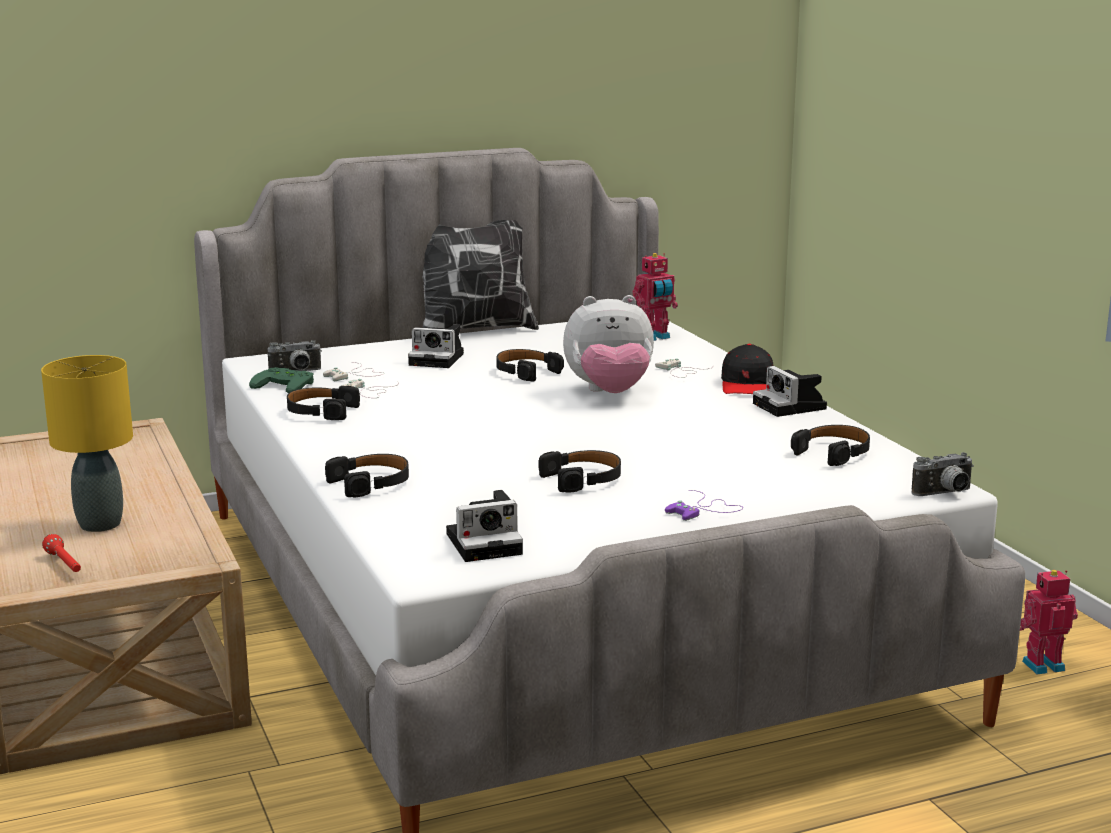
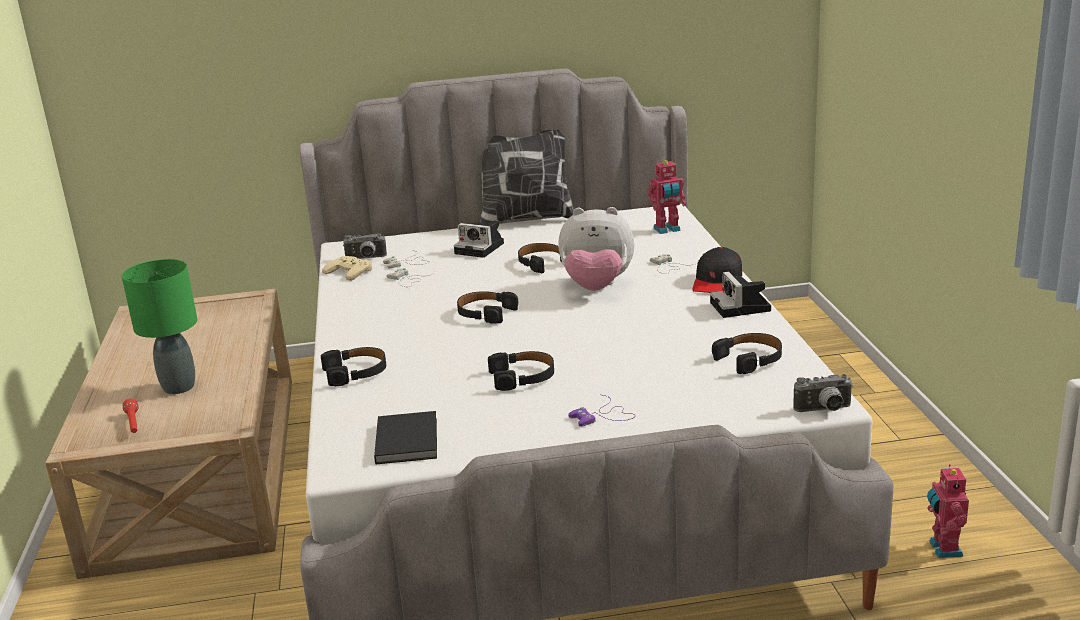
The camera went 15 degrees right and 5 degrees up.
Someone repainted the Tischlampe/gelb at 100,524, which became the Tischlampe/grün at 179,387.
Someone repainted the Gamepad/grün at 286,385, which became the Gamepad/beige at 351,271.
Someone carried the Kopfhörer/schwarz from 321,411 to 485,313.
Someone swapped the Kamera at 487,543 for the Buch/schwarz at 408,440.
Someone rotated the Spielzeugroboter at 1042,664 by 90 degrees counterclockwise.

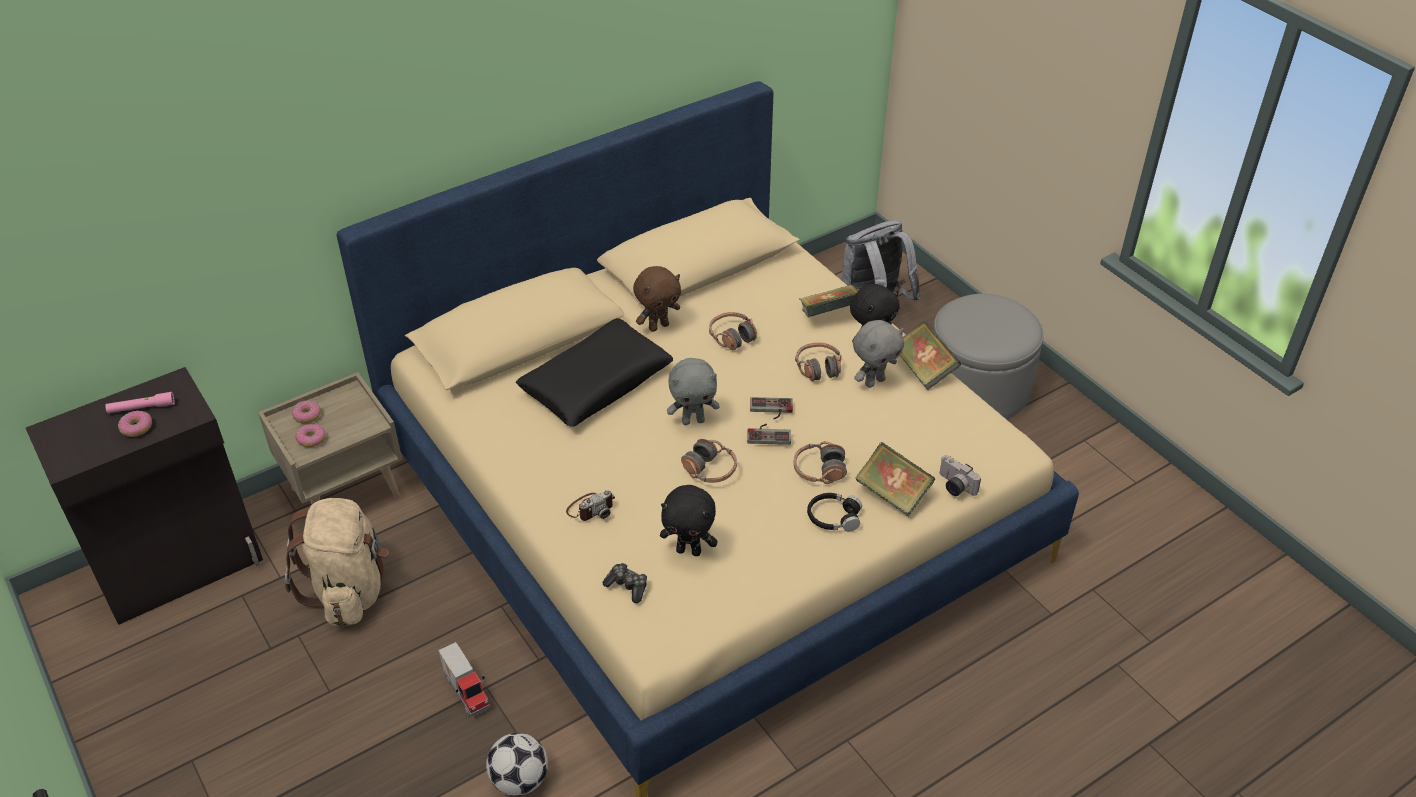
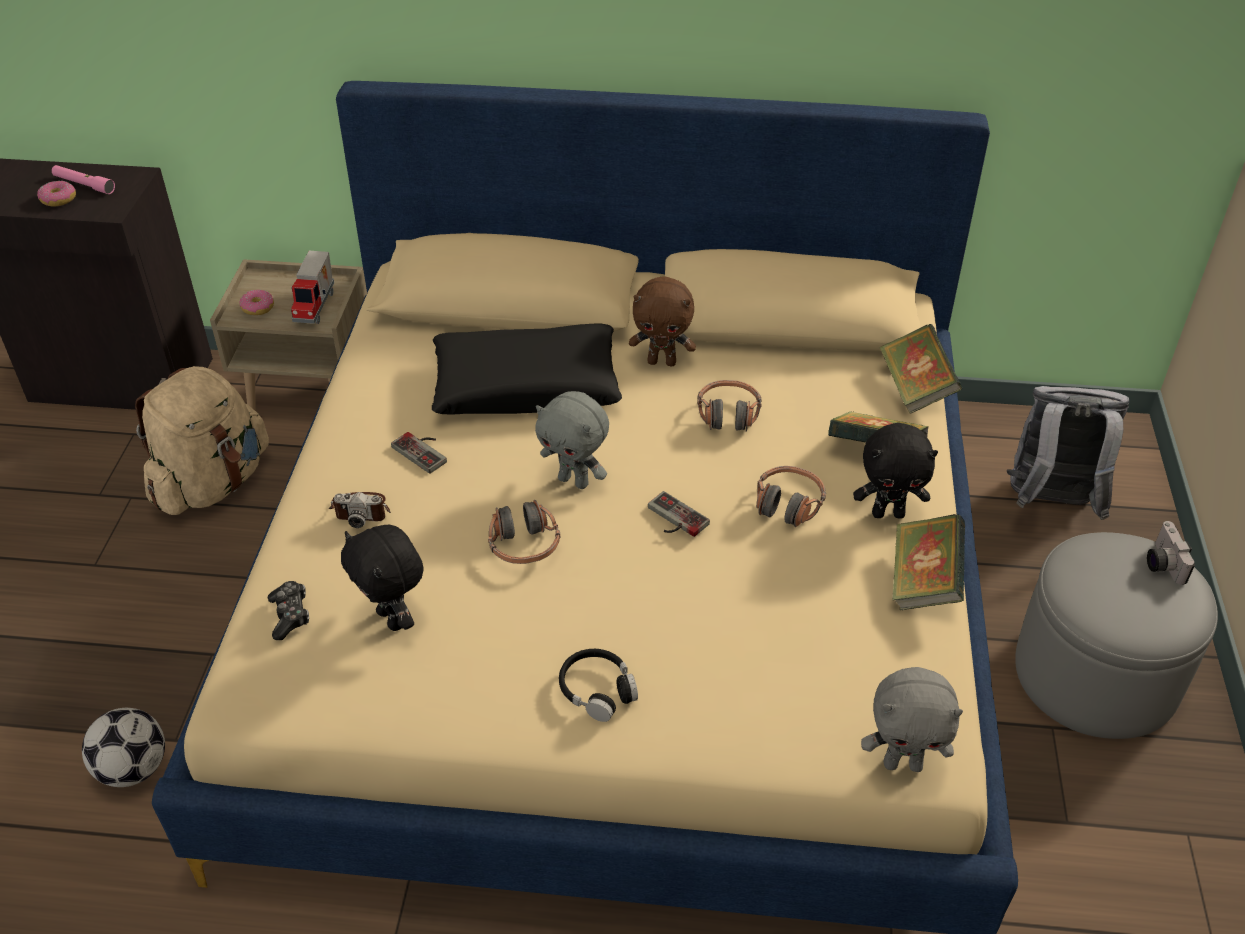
The camera went 40 degrees right and 0 degrees up.
Someone carried the Plüschtier/grau from 874,381 to 903,763.
Someone took away the Donut at 307,415.
Someone carried the Gamepad from 769,434 to 424,451.
Someone took away the Kopfhörer at 819,470.
Someone carried the Buch from 892,494 to 915,389.
Someone carried the Kamera from 954,486 to 1161,563.
Someone carried the Spielzeuglaster from 468,691 to 317,307.

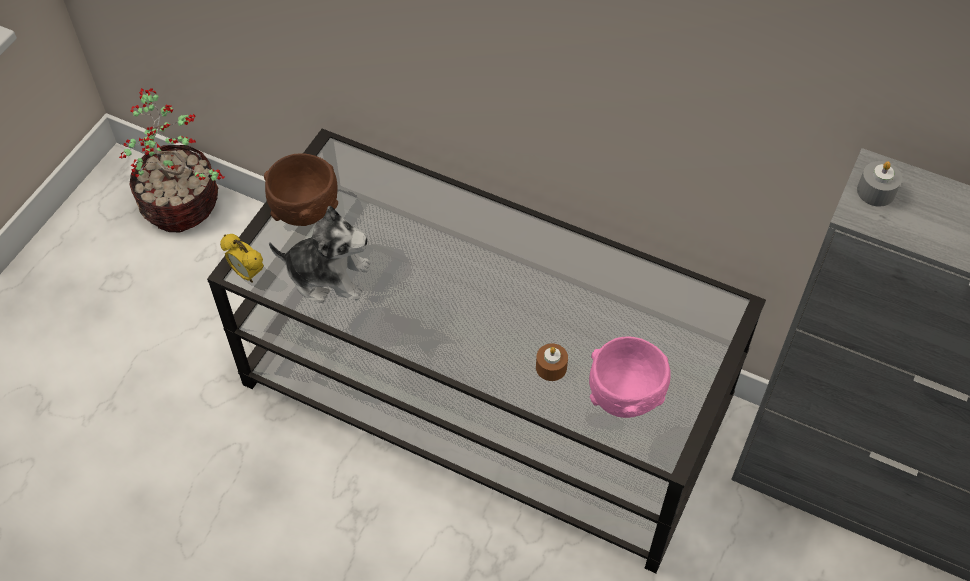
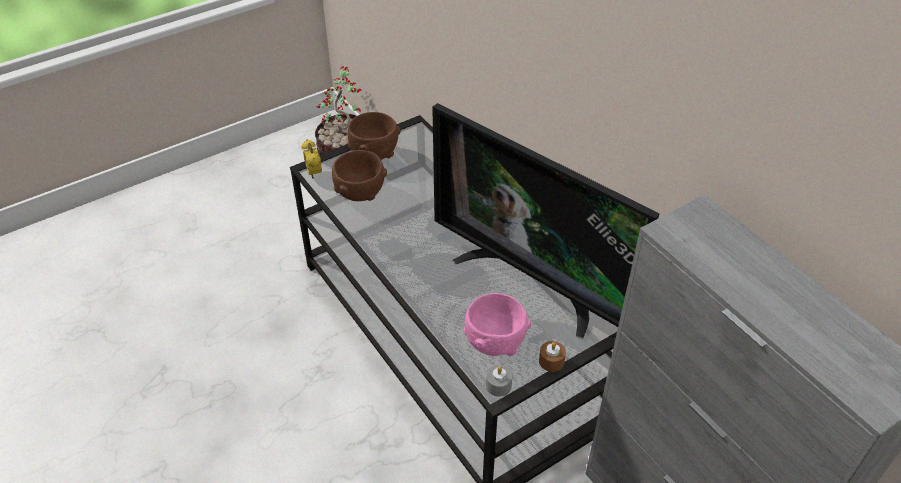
The camera went 30 degrees right and 10 degrees down.
Someone carried the Kerze/grau from 875,191 to 498,385.
Someone swapped the Plüschtier at 328,275 for the Schüssel/braun at 360,193.
Someone carried the Kerze/braun from 551,367 to 551,361.
Someone put down the Fernseher at 532,281.

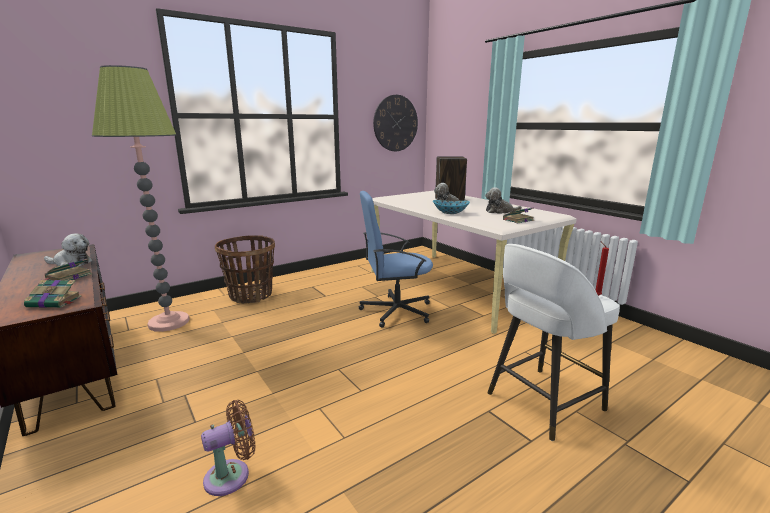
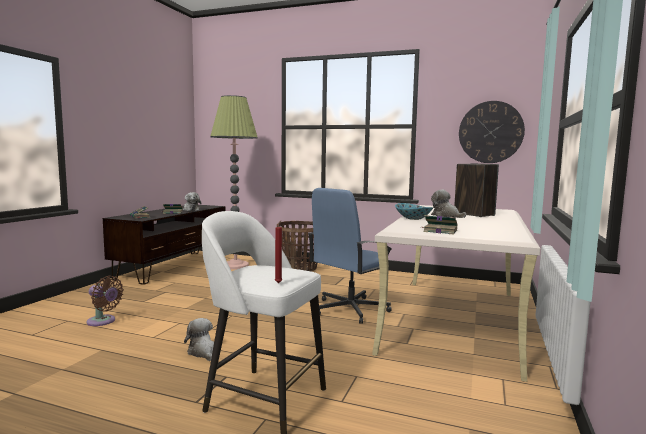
The camera went 55 degrees right and 10 degrees down.
Someone carried the Plüschtier from 500,211 to 203,352.
Someone rotated the Bürostuhl/blau at 395,311 by 90 degrees counterclockwise.

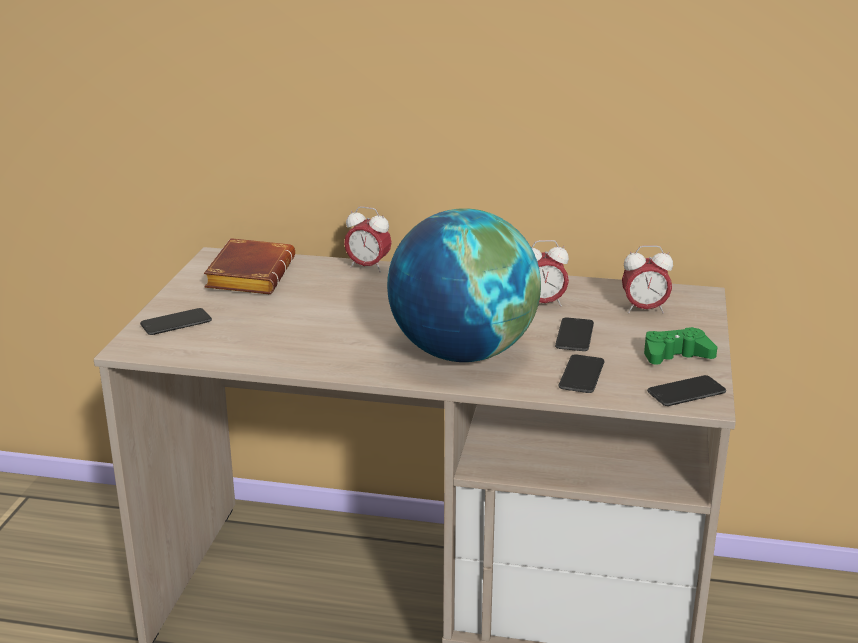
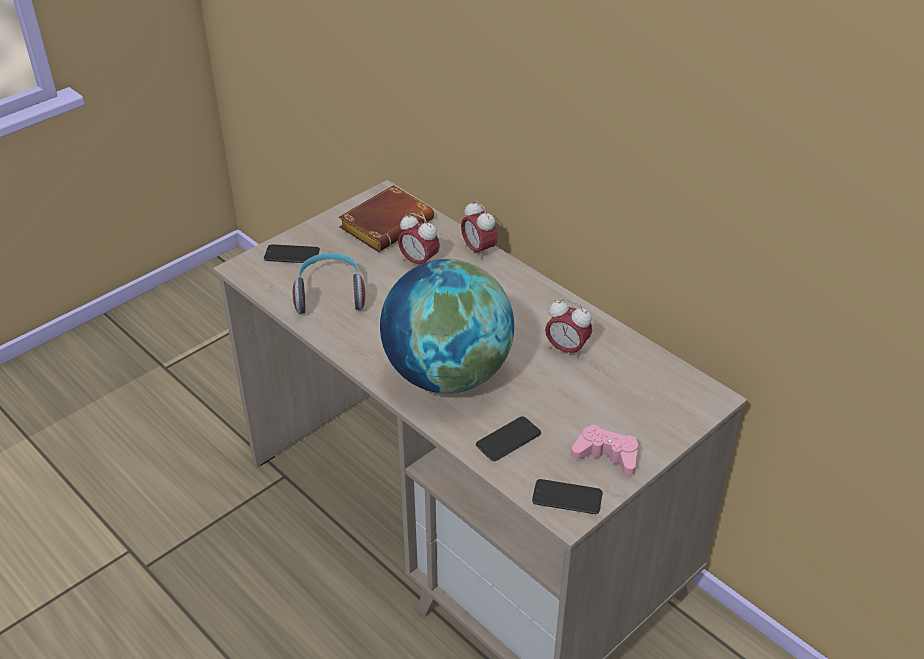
The camera went 35 degrees right and 15 degrees up.
Someone carried the Wecker from 644,310 to 419,262.
Someone took away the Handy at 574,335.
Someone repainted the Gamepad/grün at 675,355, which became the Gamepad/rosa at 606,455.
Someone put down the Kopfhörer at 330,294.

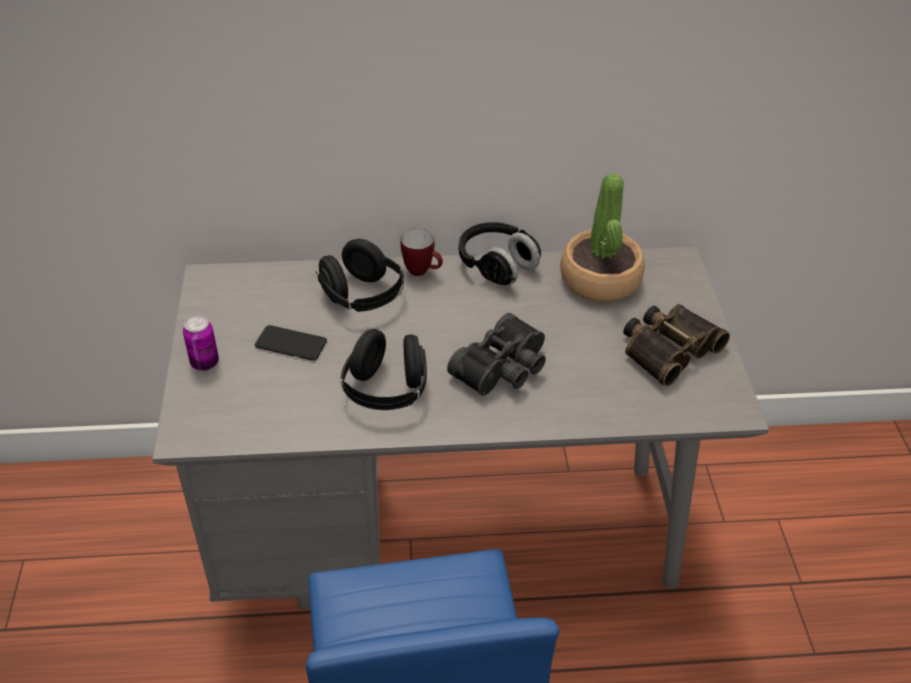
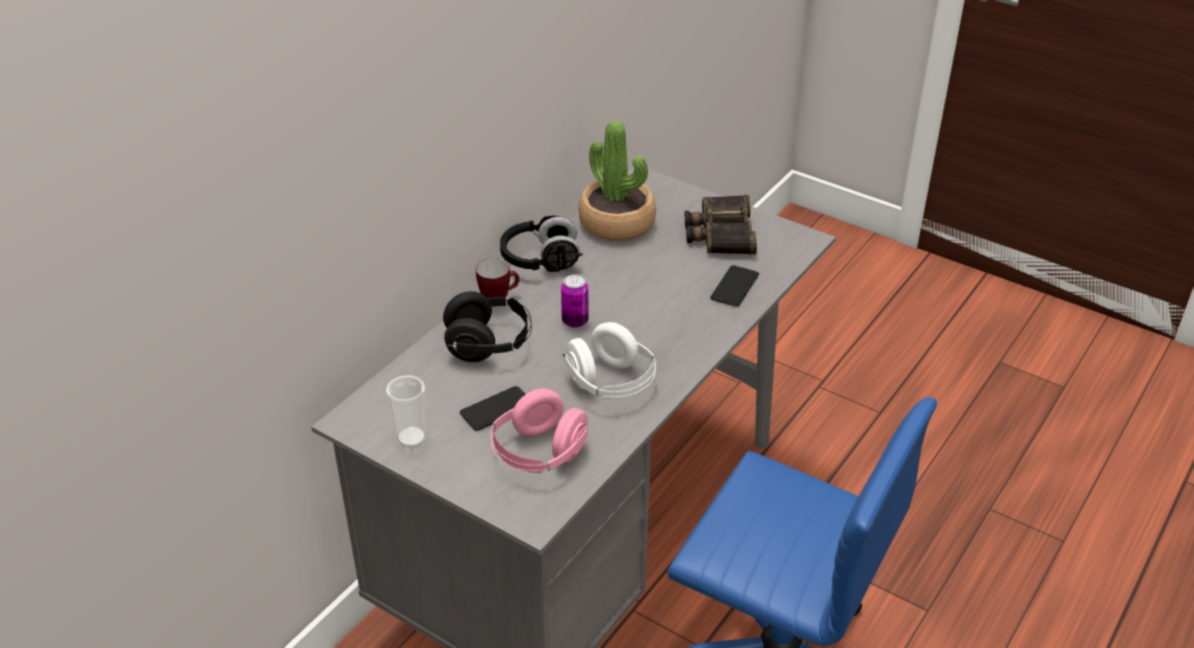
The camera went 50 degrees left and 5 degrees down.
Someone took away the Fernglas/schwarz at 504,369.
Someone carried the Dose from 204,363 to 575,321.
Someone repainted the Kopfhörer/schwarz at 386,391, which became the Kopfhörer/weiß at 610,384.
Someone put down the Handy at 734,287.
Someone put down the Tasse at 411,437.
Someone put down the Kopfhörer/rosa at 539,454.

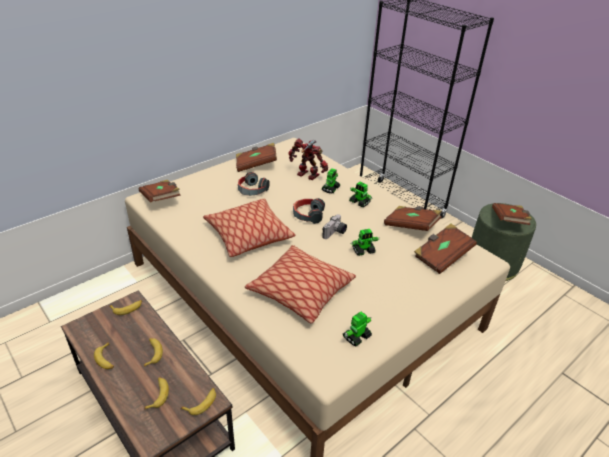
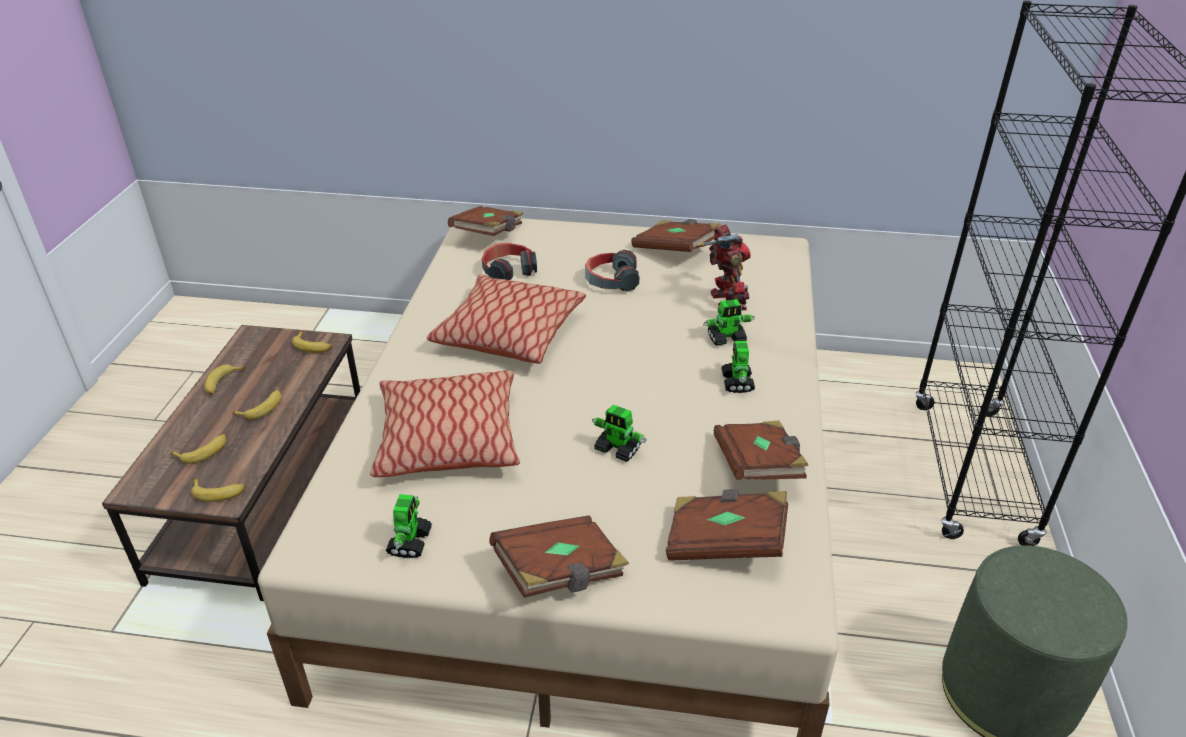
The camera went 50 degrees right and 0 degrees up.
Someone carried the Kopfhörer from 308,215 to 508,271.
Someone carried the Buch/braun from 509,221 to 560,573.
Someone took away the Kamera at 335,233.
Someone rotated the Spielzeugroboter at 356,337 by 90 degrees clockwise.

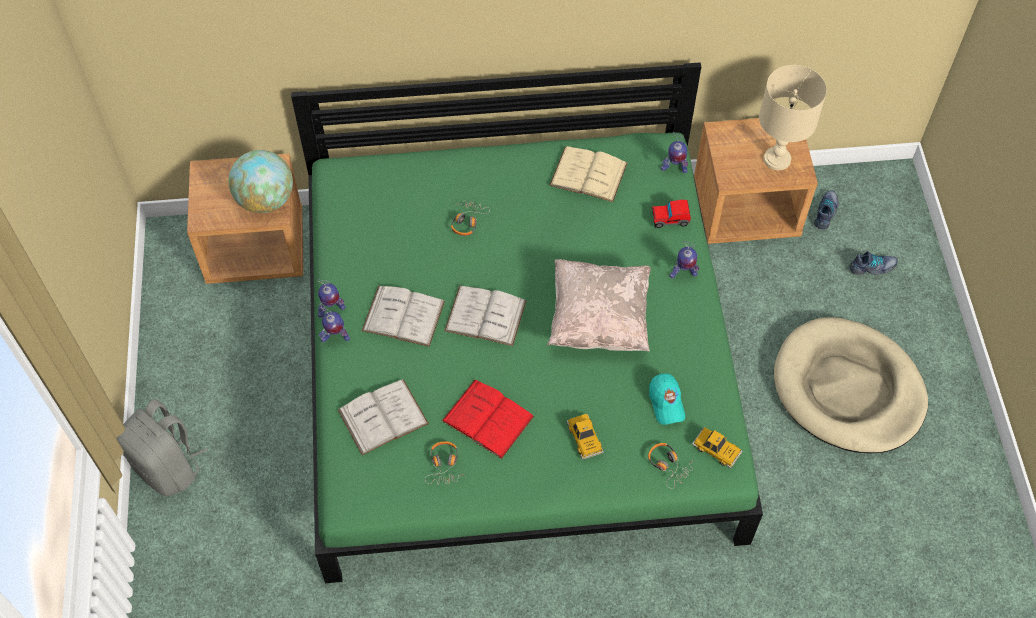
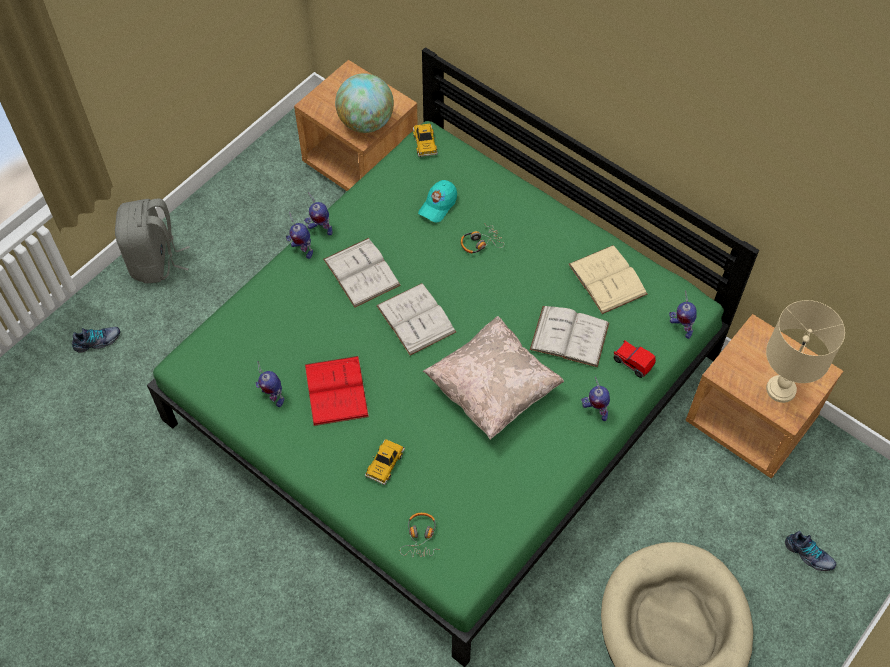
The camera went 45 degrees right and 0 degrees up.
Someone carried the Schuh from 826,212 to 97,341.
Someone carried the Kappe/türkis from 666,403 to 438,205.
Someone carried the Buch/weiß from 383,417 to 569,336.
Someone carried the Spielzeugauto from 716,449 to 425,143.
Someone swapped the Kopfhörer at 444,465 for the Spielzeugroboter at 272,396.

